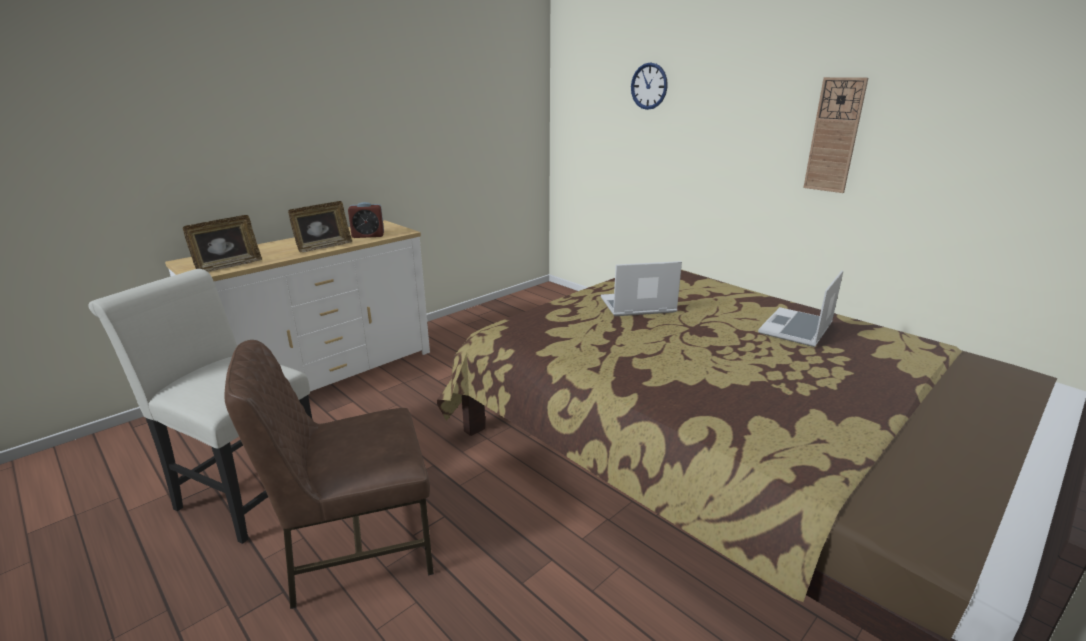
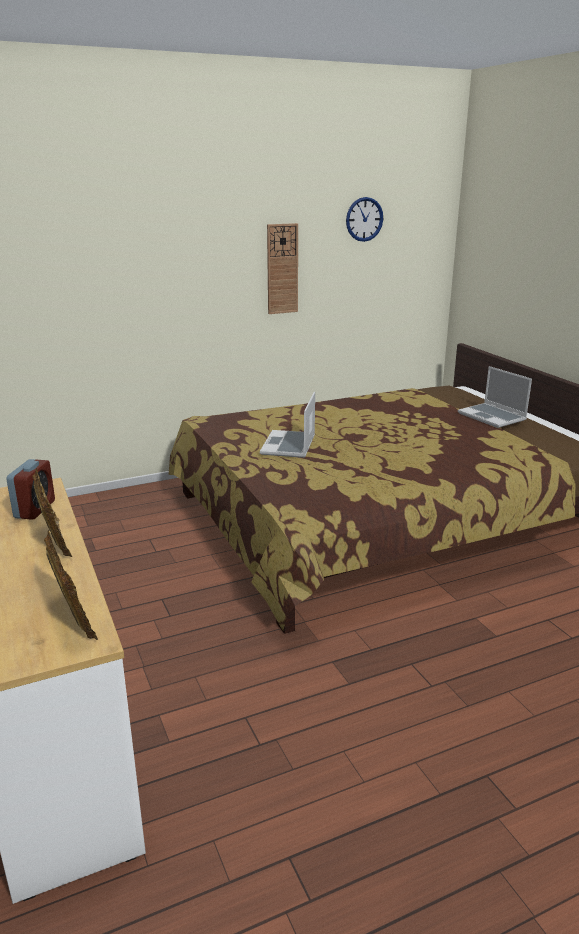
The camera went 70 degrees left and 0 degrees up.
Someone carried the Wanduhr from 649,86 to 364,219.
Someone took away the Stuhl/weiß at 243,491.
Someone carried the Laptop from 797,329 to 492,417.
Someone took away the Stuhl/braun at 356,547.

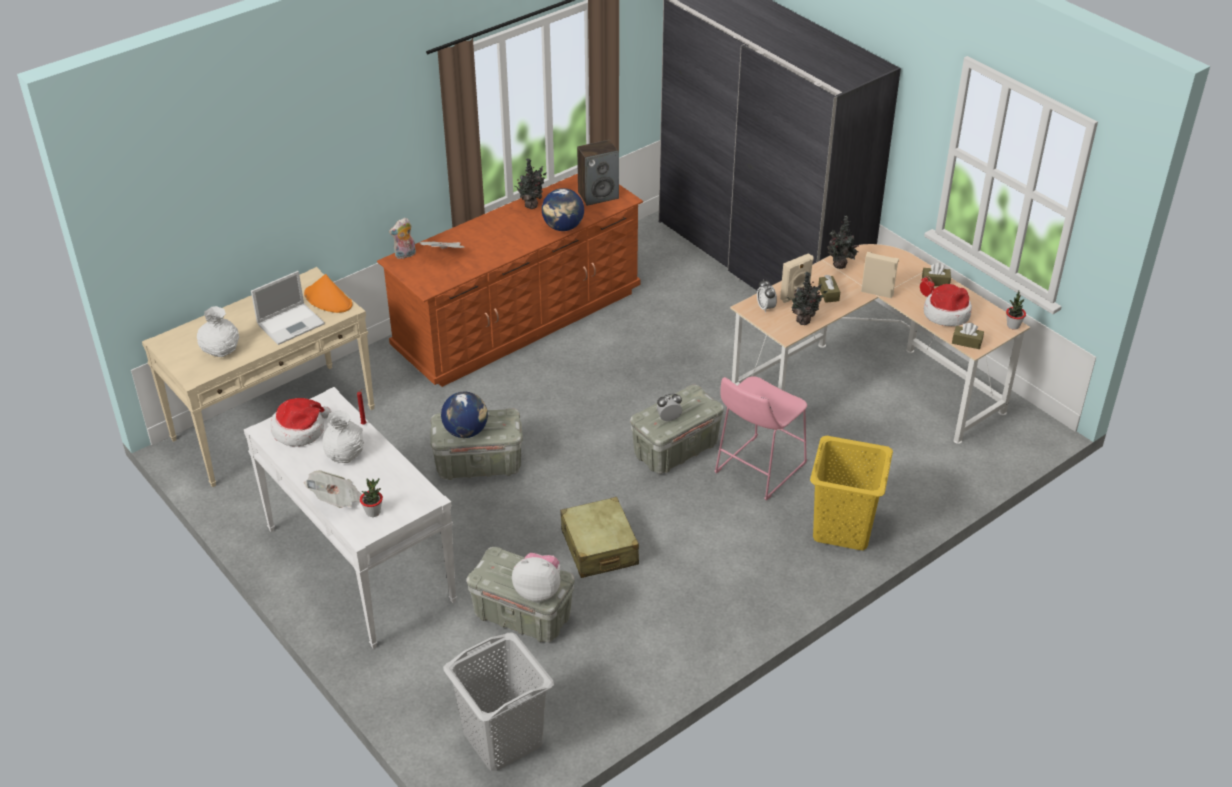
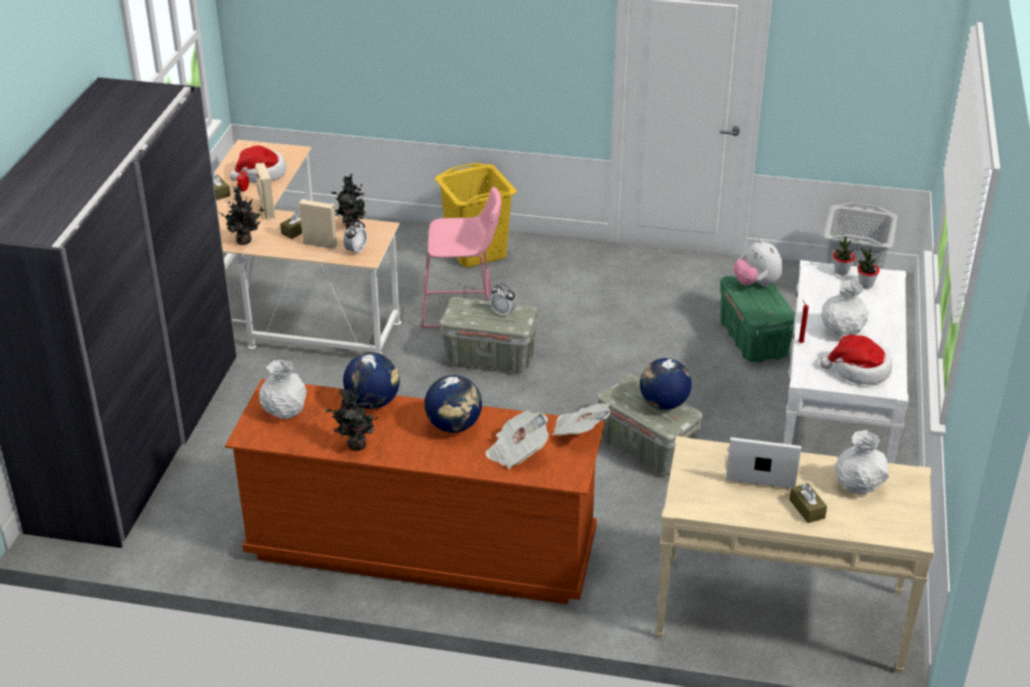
The camera went 130 degrees left and 5 degrees down.
Someone swapped the Lautsprecher at 598,195 for the Vase/weiß at 284,411.
Someone took away the Plüschtier at 405,255.
Someone took away the Hut/orange at 328,300.
Someone carried the Topfpflanze from 1013,325 to 841,271.
Someone carried the Taschentuchbox/braun from 966,342 to 807,509.
Someone carried the Zeitung from 337,500 to 579,431.
Someone took away the Koffer/beige at 599,548.
Someone repainted the Aufbewahrungsbox/grau at 521,616, which became the Aufbewahrungsbox/grün at 754,340.
Someone put down the Globus at 454,426.

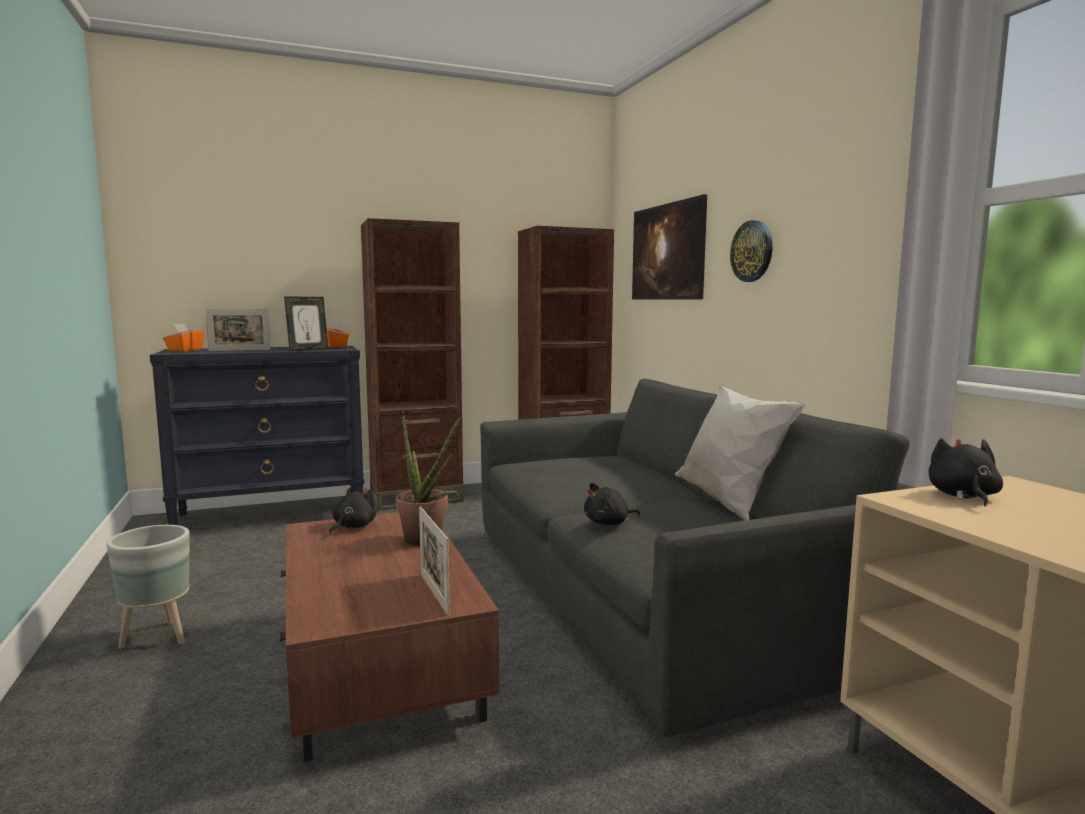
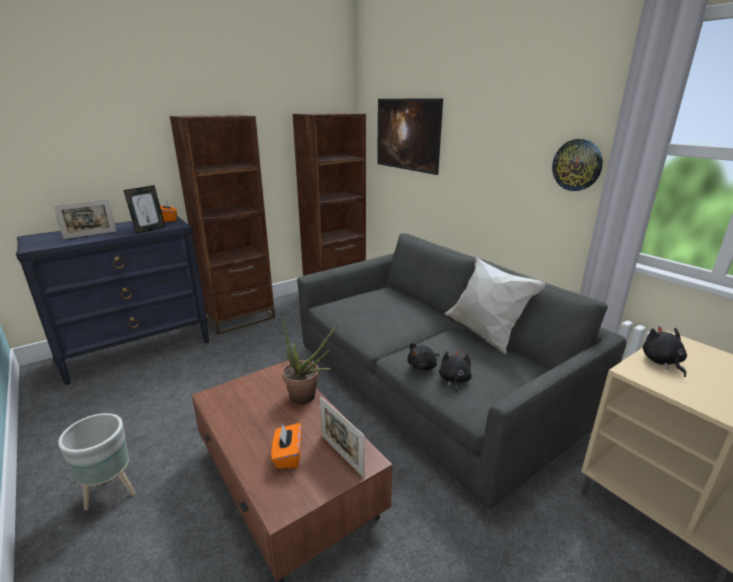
The camera went 15 degrees left and 15 degrees up.
Someone carried the Wanduhr from 752,251 to 577,165.
Someone carried the Taschentuchbox/orange from 184,350 to 288,455.
Someone carried the Plüschtier/schwarz from 352,527 to 454,380.

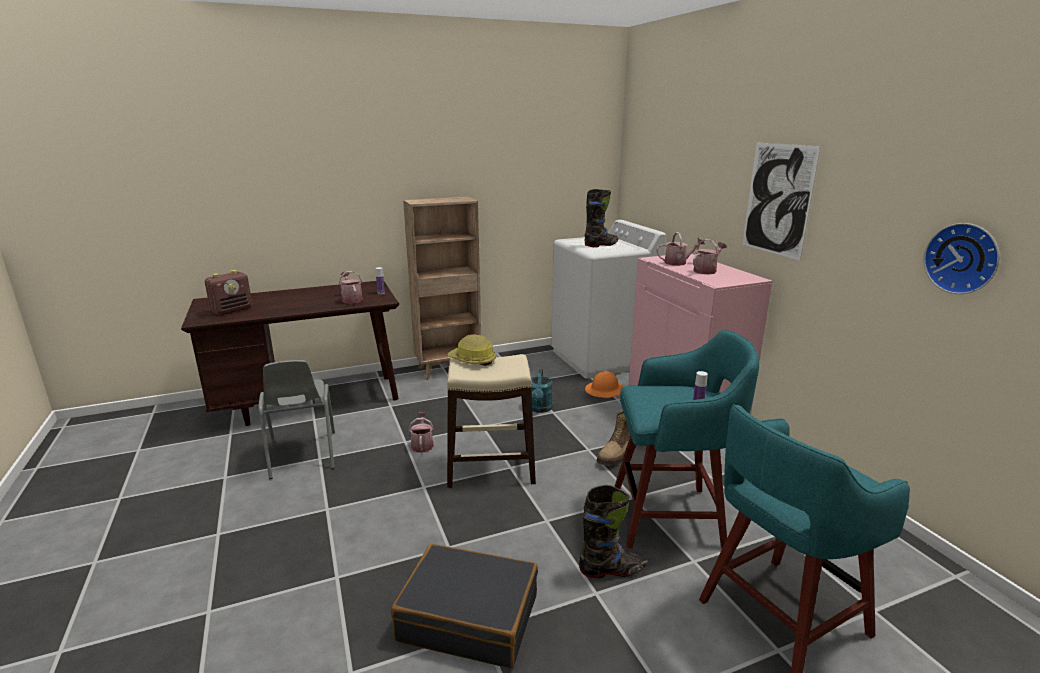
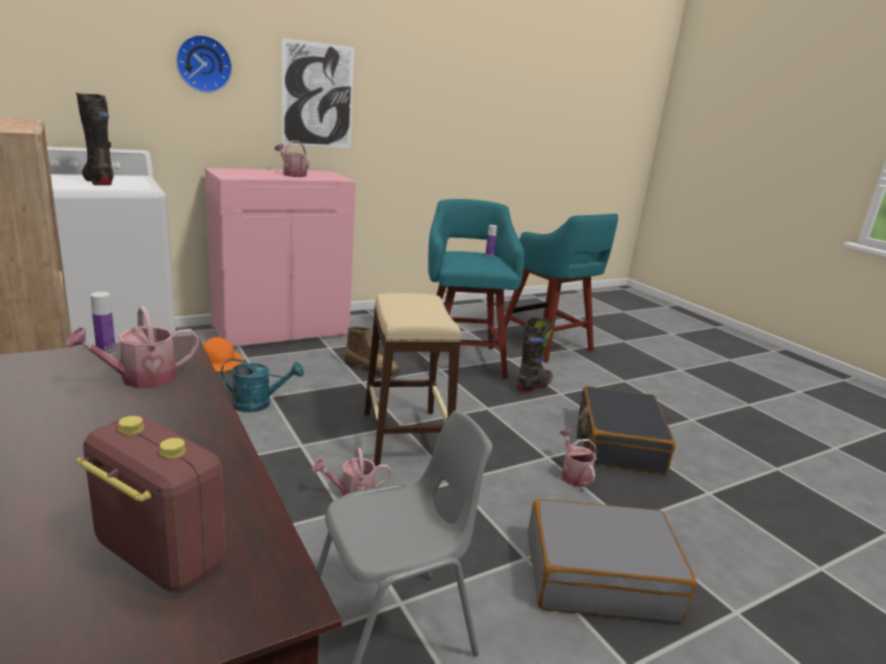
The camera went 100 degrees left and 0 degrees up.
Someone carried the Wanduhr from 963,258 to 203,64.
Someone carried the Gießkanne from 678,263 to 573,475.
Someone took away the Schutzhelm at 472,360.
Someone rotated the Stiefel/schwarz at 612,570 by 60 degrees clockwise.
Someone put down the Koffer/grau at 599,576.

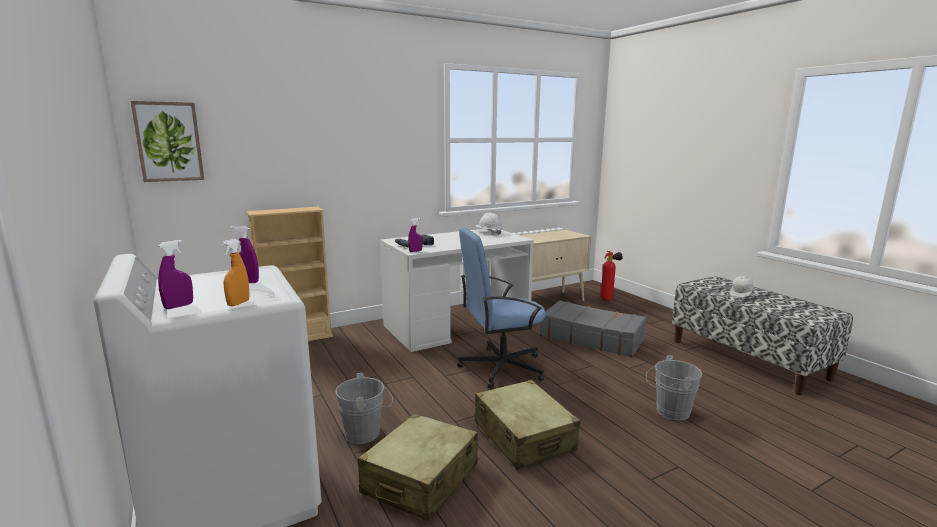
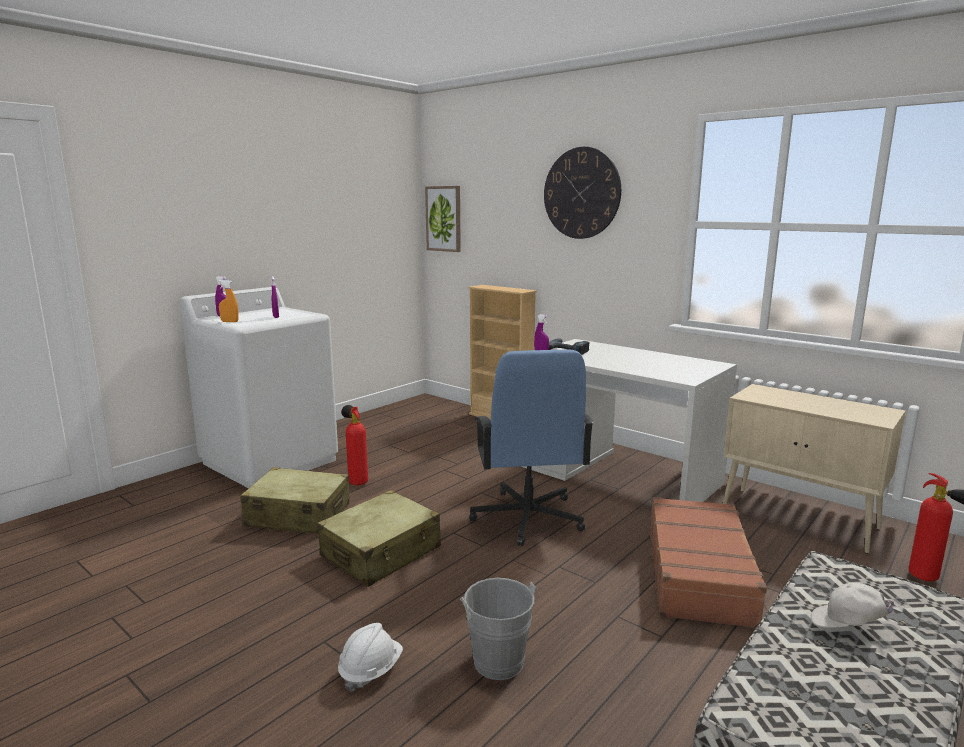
The camera went 70 degrees right and 0 degrees up.
Someone carried the Schutzhelm/weiß from 489,233 to 370,670.
Someone rotated the Bürostuhl/blau at 501,367 by 150 degrees counterclockwise.
Someone repainted the Koffer/grau at 591,338, which became the Koffer/braun at 700,574.
Someone swapped the Eimer/grau at 366,433 for the Feuerlöscher at 356,482.
Someone put up the Wanduhr at 581,193.

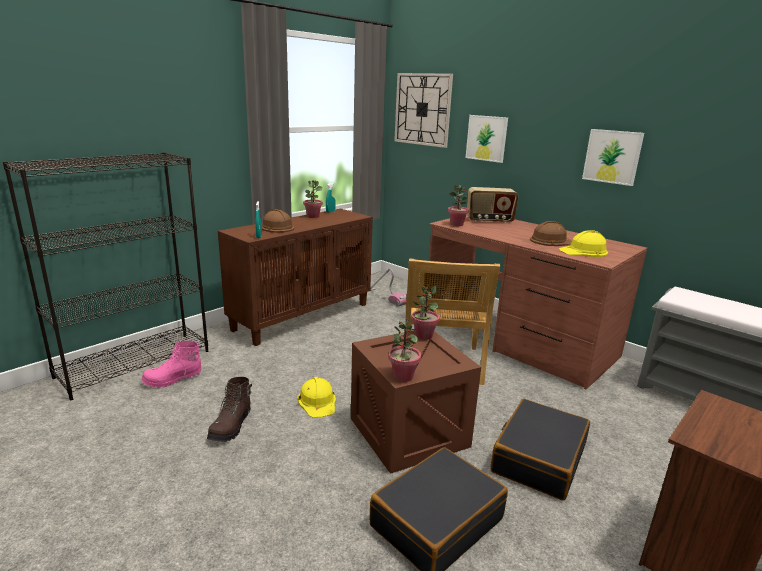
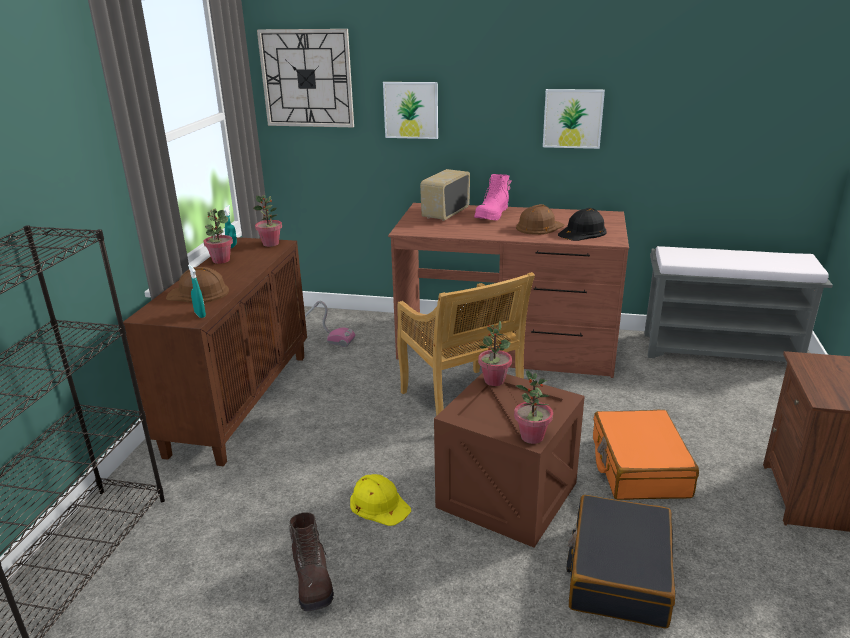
The camera went 30 degrees left and 5 degrees up.
Someone carried the Topfpflanze from 456,224 to 271,244.
Someone rotated the Radio at 489,220 by 150 degrees clockwise.
Someone repainted the Schutzhelm/gelb at 584,251, which became the Schutzhelm/schwarz at 583,232.
Someone carried the Stiefel/rosa from 173,379 to 492,215.
Someone repainted the Koffer/schwarz at 538,458, which became the Koffer/orange at 638,467.

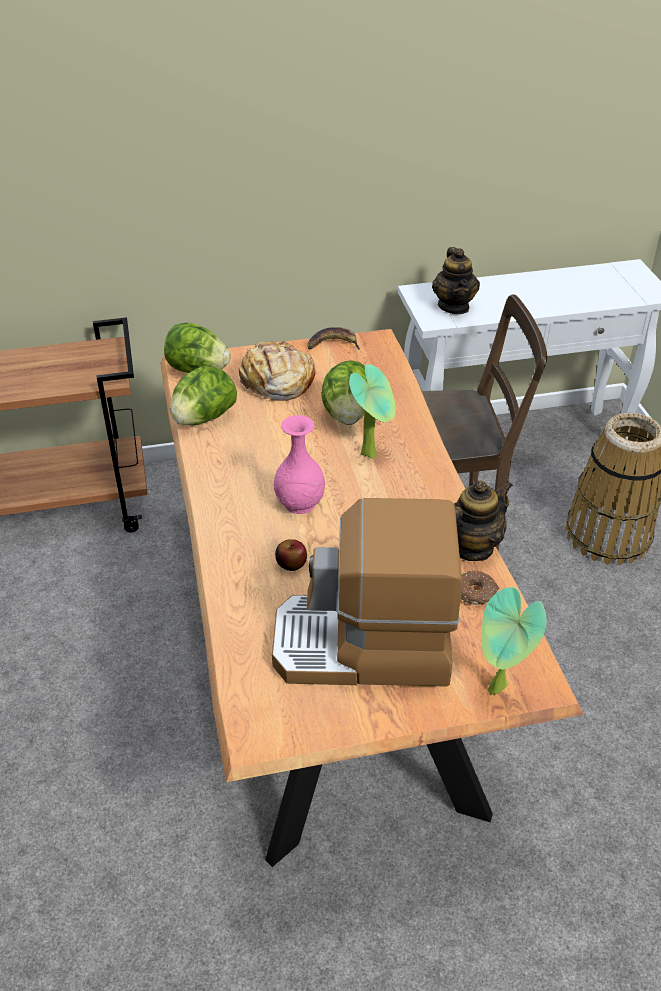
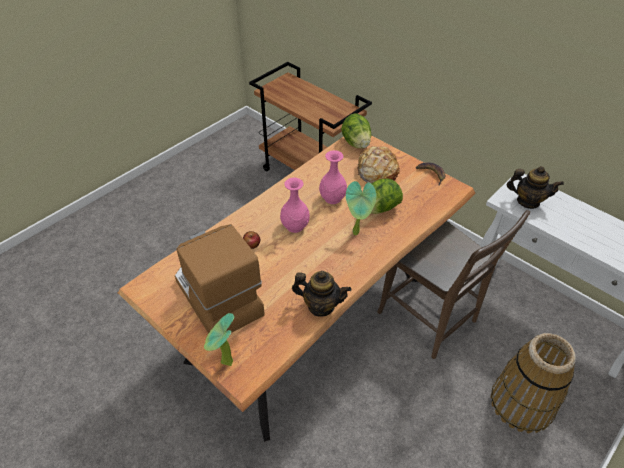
The camera went 55 degrees right and 5 degrees up.
Someone rotated the Teekanne at 454,306 by 120 degrees counterclockwise.
Someone took away the Salatkopf at 204,418.
Someone took away the Donut at 476,593.
Someone put down the Vase/rosa at 332,198.

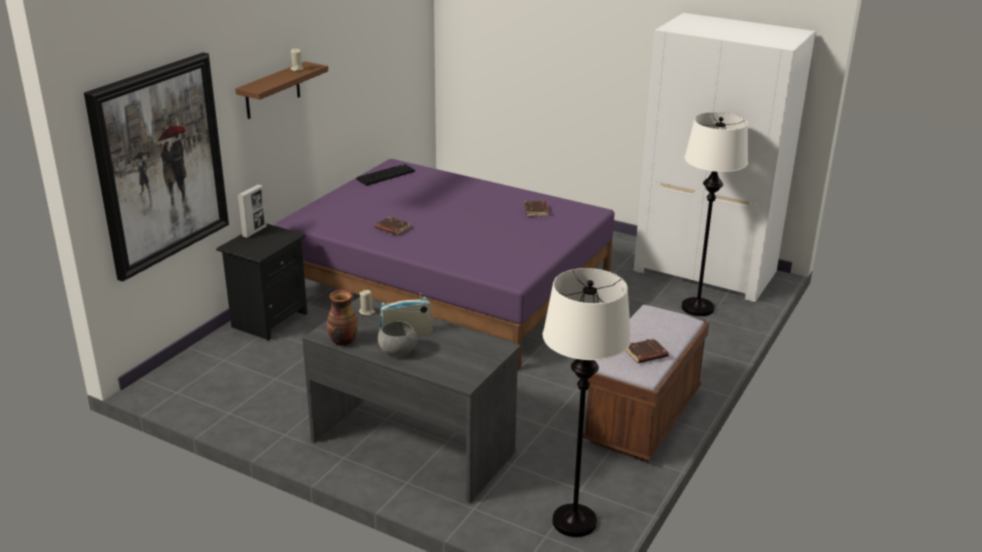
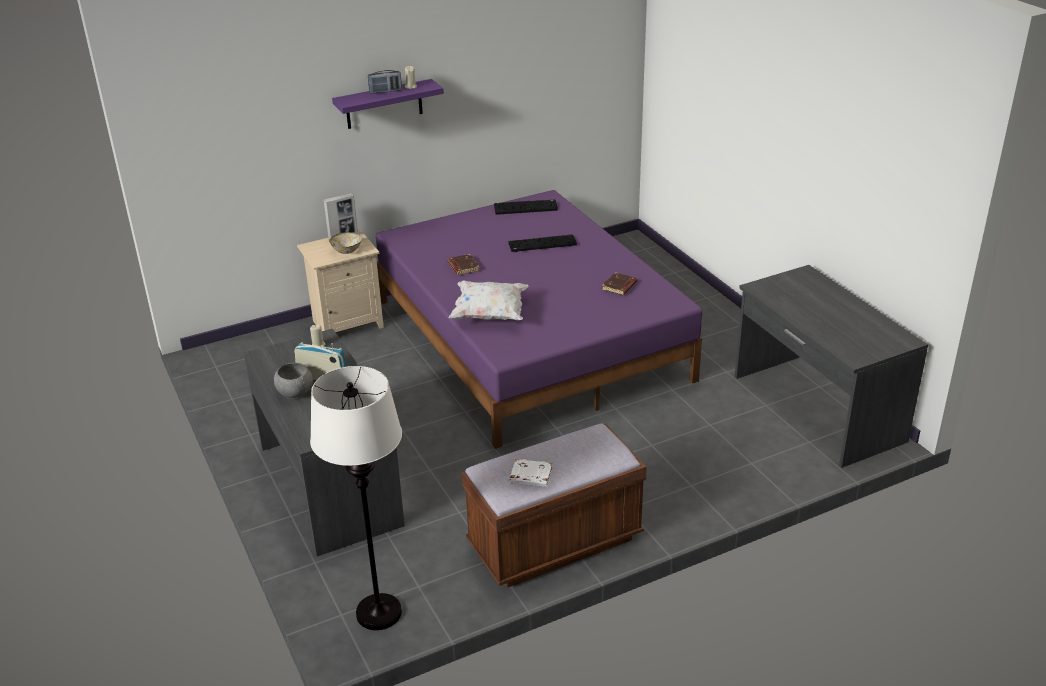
The camera went 35 degrees right and 5 degrees up.
Someone swapped the Kleiderschrank/weiß at 706,271 for the Schreibtisch/grau at 816,408.
Someone took away the Bild at 160,164.
Someone repainted the Wandregal/braun at 272,91, which became the Wandregal/lila at 384,104.
Someone took away the Stehlampe/weiß at 697,308.
Someone repainted the Nachttisch/schwarz at 268,320, which became the Nachttisch/beige at 347,323.
Someone took away the Vase at 342,341.
Someone repainted the Buch/braun at 646,354, which became the Buch/weiß at 530,476.
Someone put down the Radio at 385,91.
Someone put down the Schüssel at 346,251.
Someone put down the Tastatur at 542,245.
Someone put down the Kissen/weiß at 490,314.

